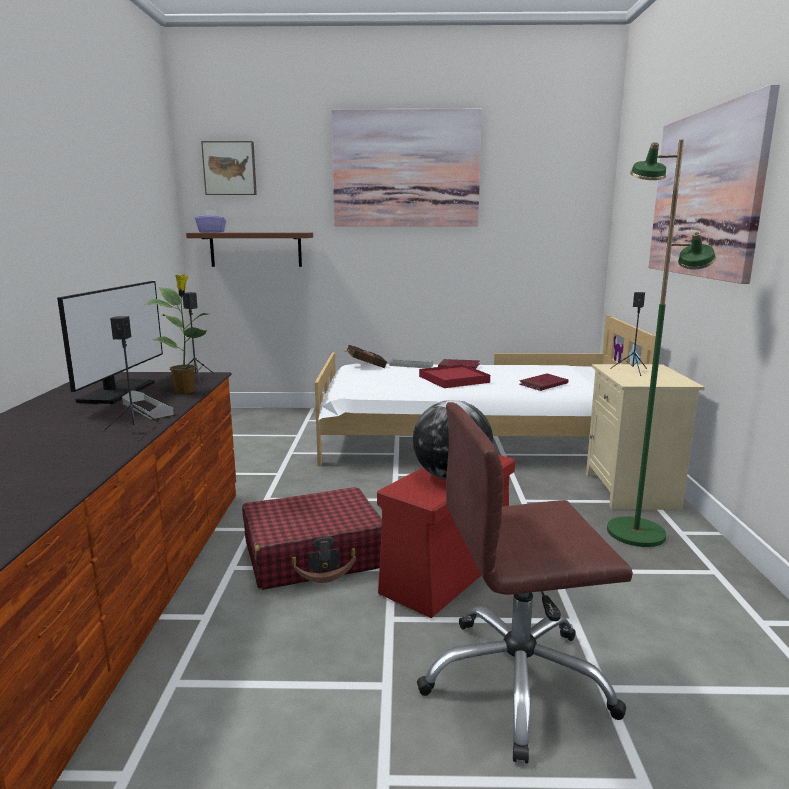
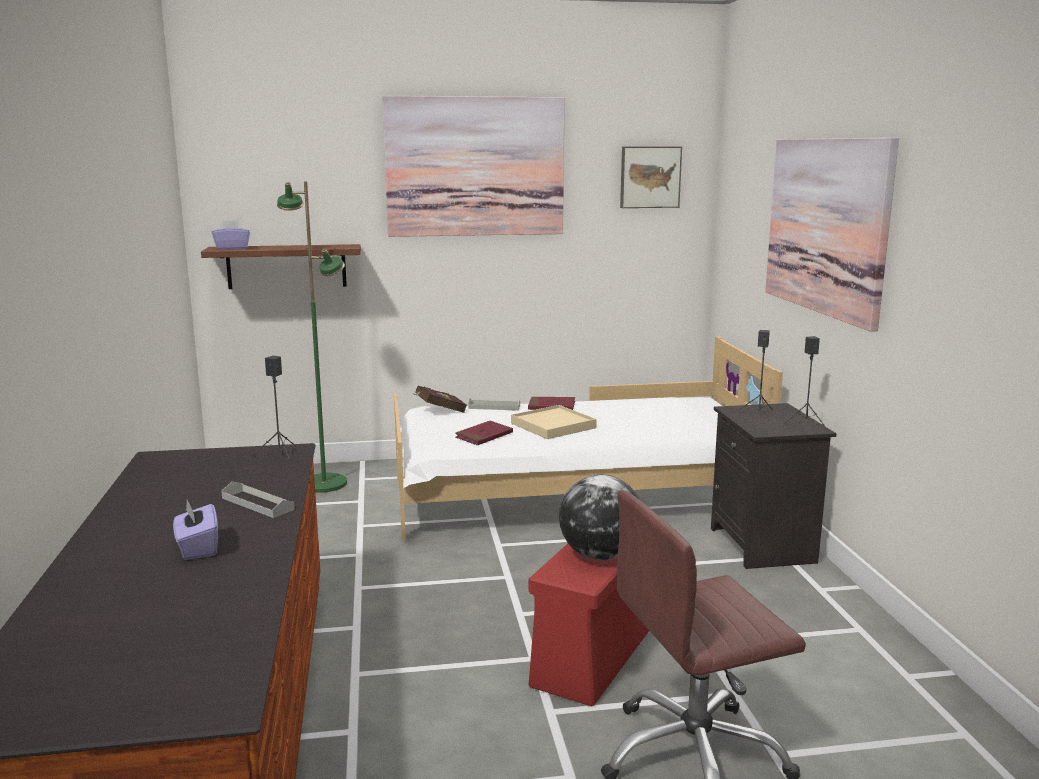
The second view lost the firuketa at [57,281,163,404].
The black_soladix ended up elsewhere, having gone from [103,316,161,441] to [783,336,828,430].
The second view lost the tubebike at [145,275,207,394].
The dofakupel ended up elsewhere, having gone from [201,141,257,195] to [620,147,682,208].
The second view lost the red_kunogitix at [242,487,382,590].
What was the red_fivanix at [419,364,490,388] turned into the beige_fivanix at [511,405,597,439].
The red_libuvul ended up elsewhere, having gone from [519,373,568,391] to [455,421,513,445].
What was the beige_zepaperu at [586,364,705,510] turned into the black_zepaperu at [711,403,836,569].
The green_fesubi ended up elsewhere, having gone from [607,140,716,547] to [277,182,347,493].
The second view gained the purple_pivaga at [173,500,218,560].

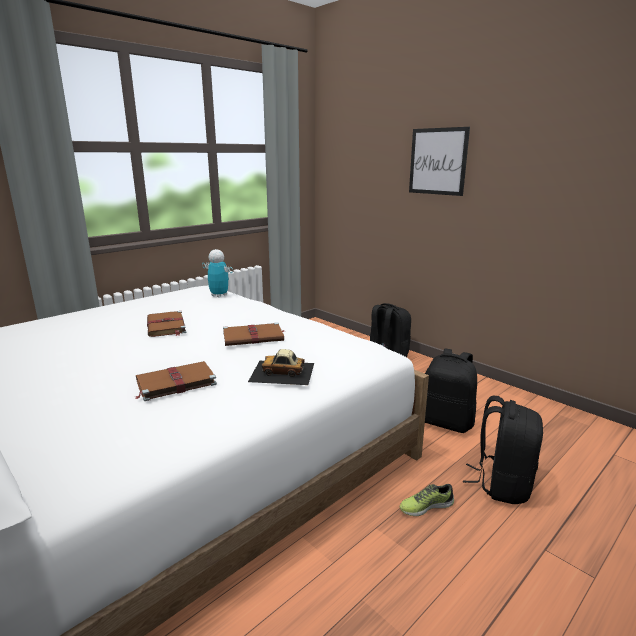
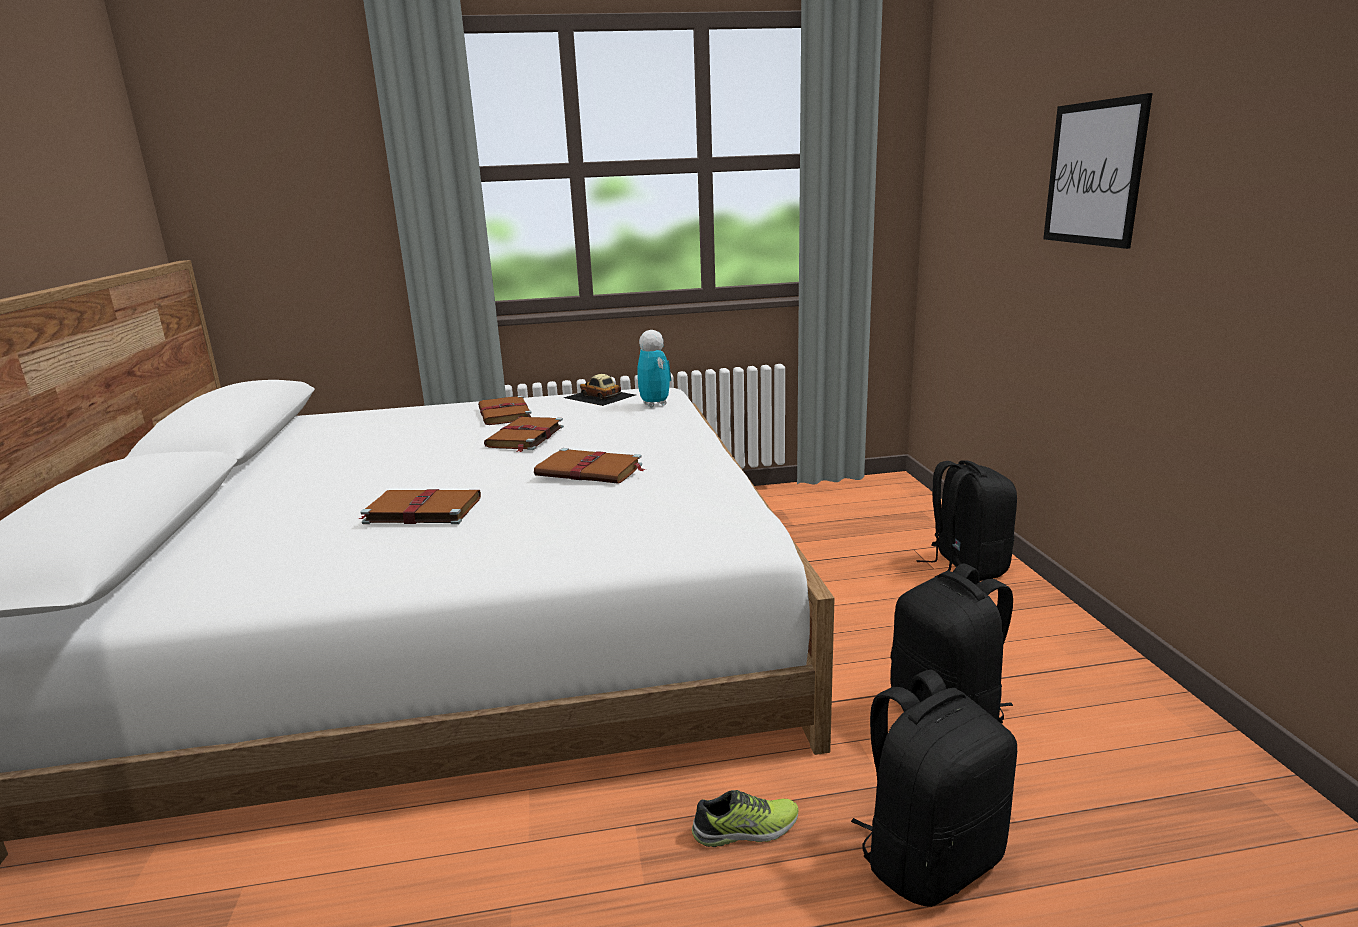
The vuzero ended up elsewhere, having gone from [248,349,314,385] to [564,374,636,406].
The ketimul at [400,484,454,516] ended up facing another way, 150 degrees clockwise from before.
The second view gained the brown_libuvul at [478,395,532,425].

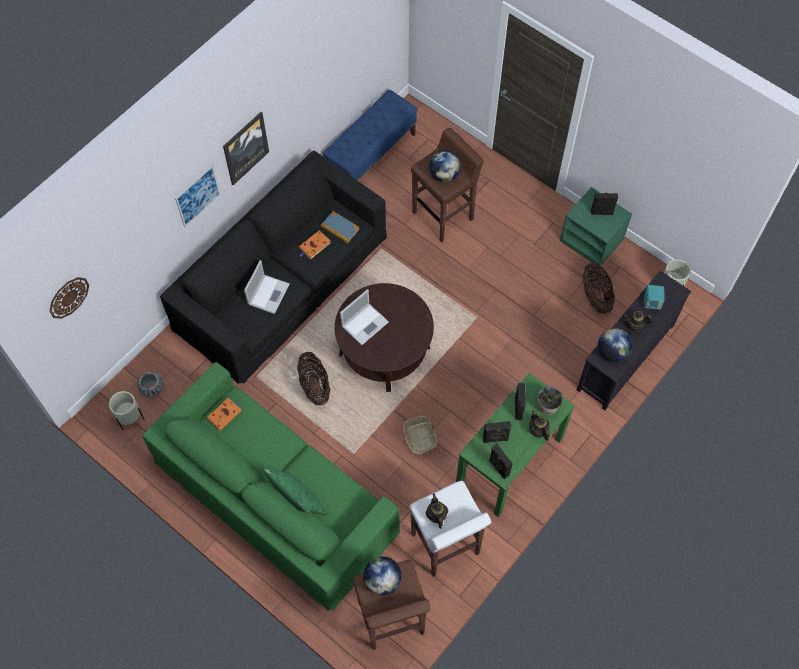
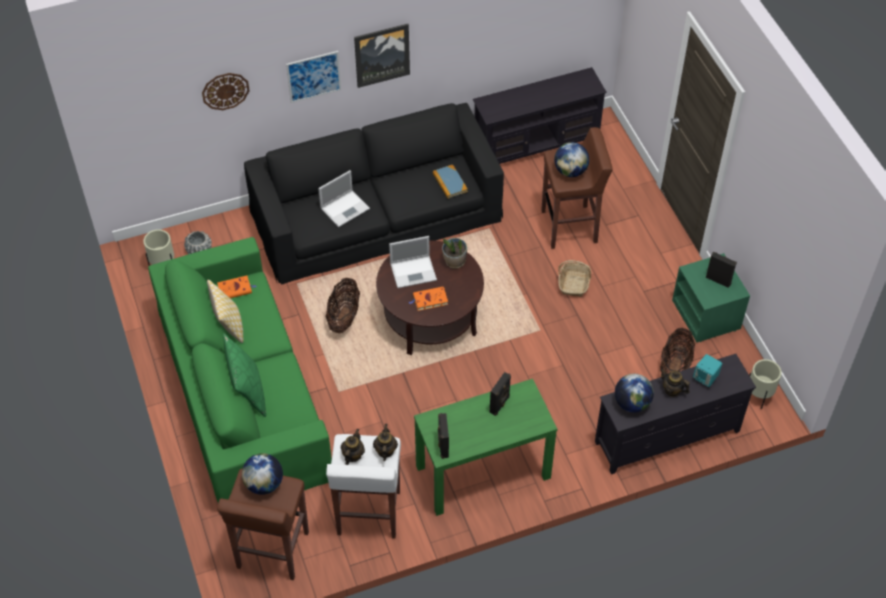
The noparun ended up elsewhere, having gone from [49,277,89,319] to [202,73,250,110].
The orange_libuvul ended up elsewhere, having gone from [299,231,330,259] to [409,287,448,311].
Where the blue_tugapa stood at [323,90,417,181], the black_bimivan came to stand at [473,67,607,164].
The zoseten ended up elsewhere, having gone from [403,416,437,454] to [558,260,591,297].
The second view lost the black_soladix at [483,421,512,443].
The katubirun ended up elsewhere, having gone from [529,410,550,441] to [373,424,398,461].
The tubebike ended up elsewhere, having gone from [537,387,564,415] to [442,238,467,268].
The second view gained the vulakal at [207,280,244,343].

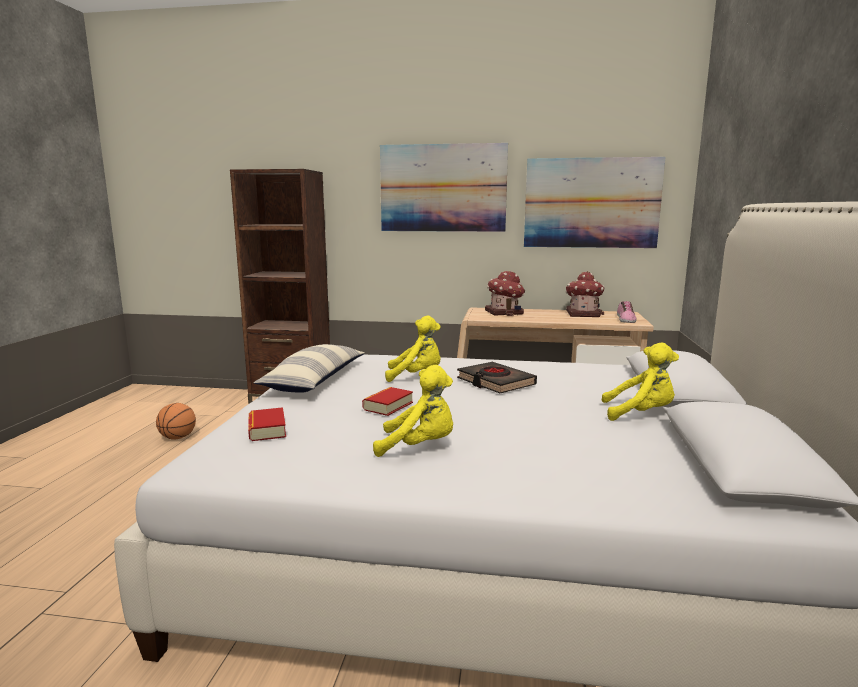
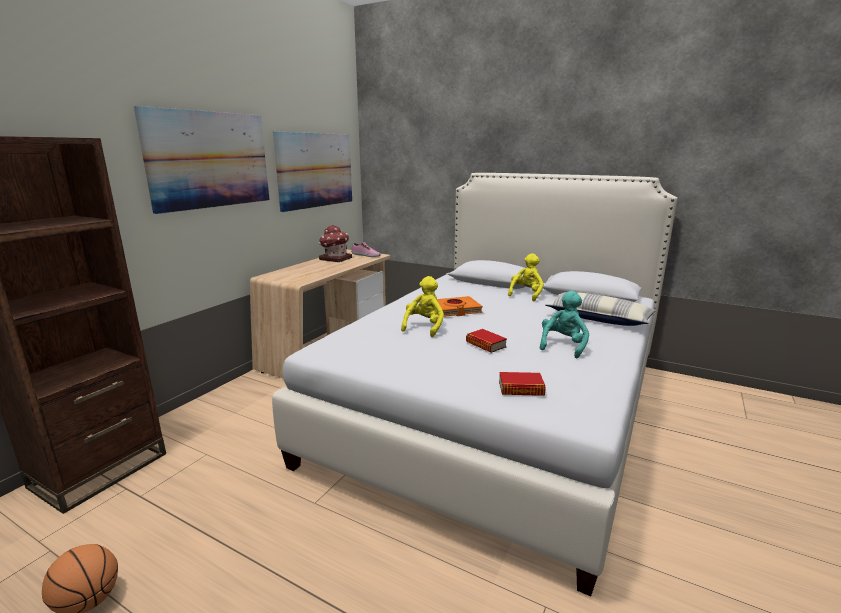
The vulakal ended up elsewhere, having gone from [254,344,365,393] to [545,292,656,326].
What was the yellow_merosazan at [373,365,453,457] turned into the turquoise_merosazan at [540,291,589,358].
What was the black_libuvul at [457,362,537,393] turned into the orange_libuvul at [437,296,483,317].
The second view lost the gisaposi at [485,271,525,316].

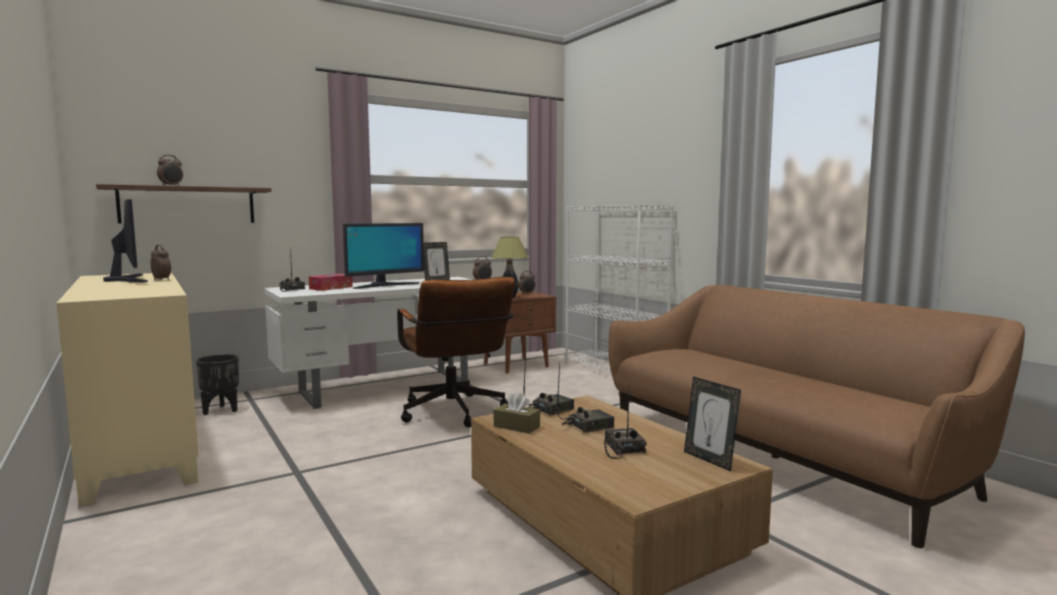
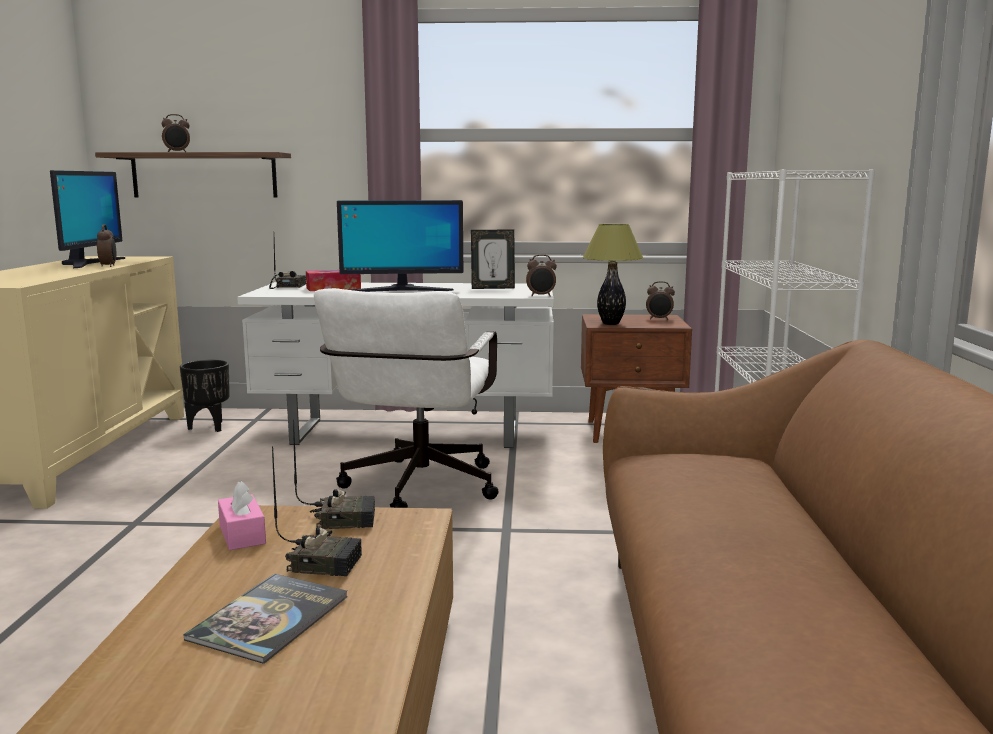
What was the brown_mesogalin at [397,276,515,427] turned into the white_mesogalin at [314,288,499,508].
What was the brown_pivaga at [494,392,540,434] turned into the pink_pivaga at [218,481,266,550].
Where the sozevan stood at [604,385,647,459], the libuvul came to stand at [183,574,348,664].
The second view lost the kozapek at [684,377,741,471].

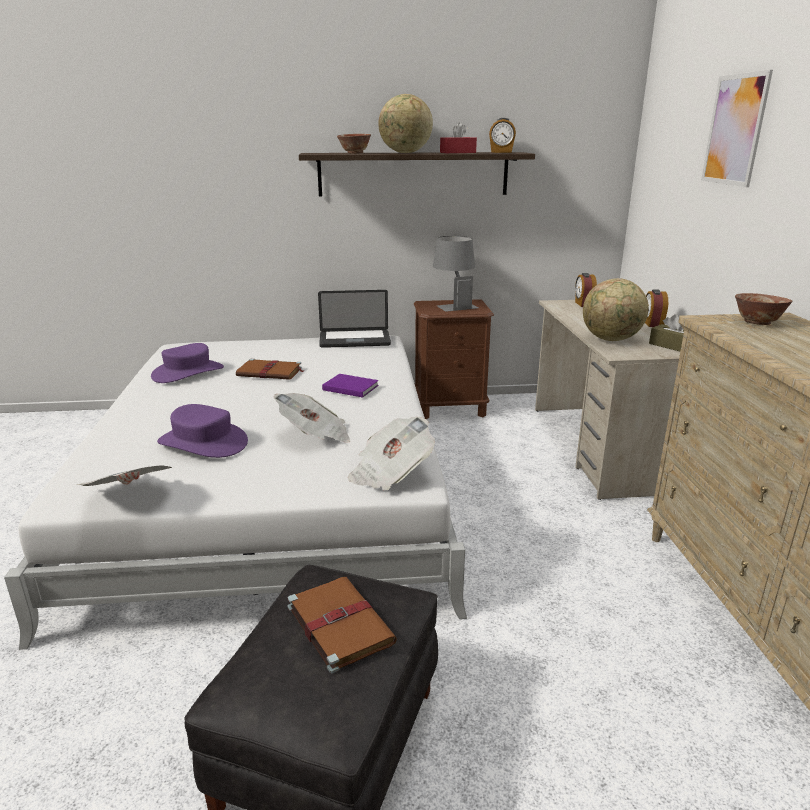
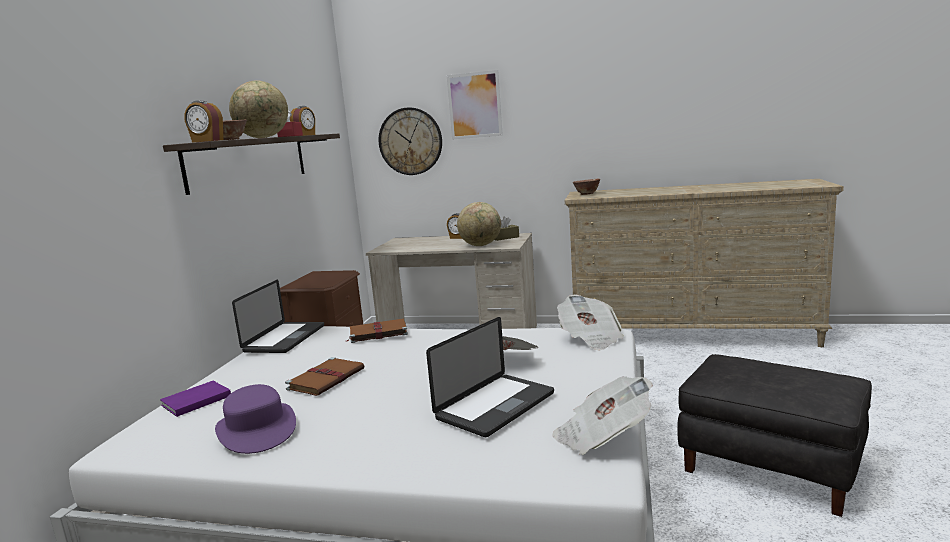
Where the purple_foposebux stood at [157,404,248,458], the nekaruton came to stand at [426,317,554,437].
The brown_libuvul ended up elsewhere, having gone from [288,577,397,673] to [345,319,408,343].
The purple_libuvul ended up elsewhere, having gone from [322,374,379,397] to [160,381,231,417].
The second view lost the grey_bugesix at [433,236,478,312].
The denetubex ended up elsewhere, having gone from [575,273,597,307] to [184,101,223,142].
The second view gained the noparun at [379,108,442,175].

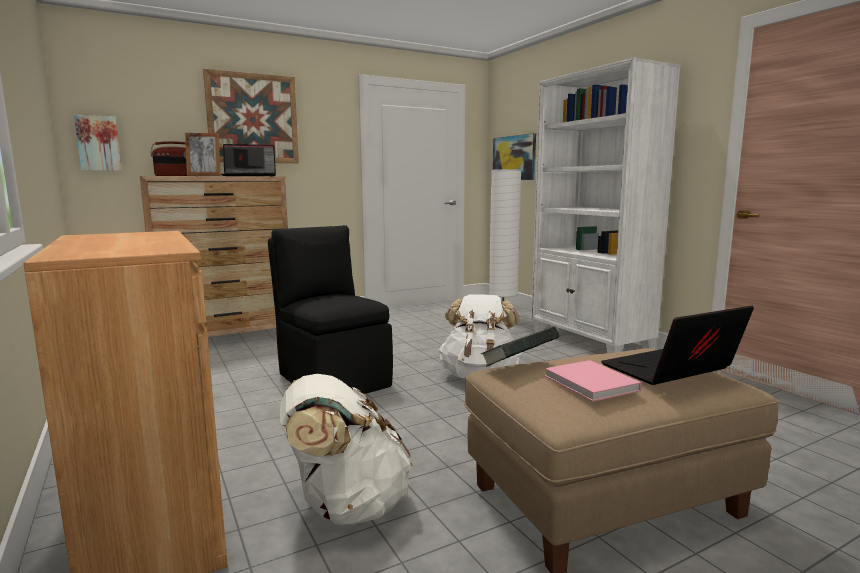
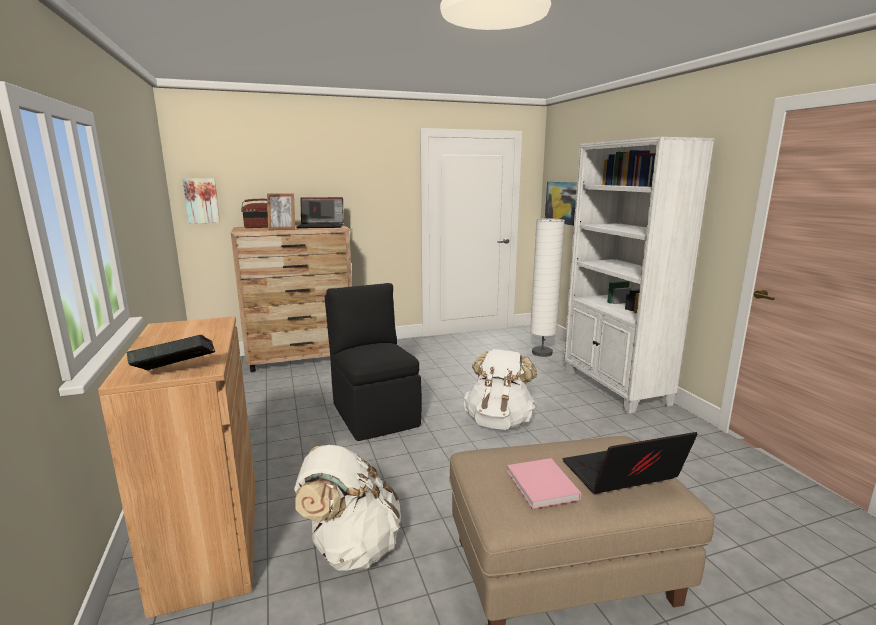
The second view lost the dofakupel at [203,69,299,163].
The libuvul ended up elsewhere, having gone from [481,326,560,367] to [126,335,215,371].

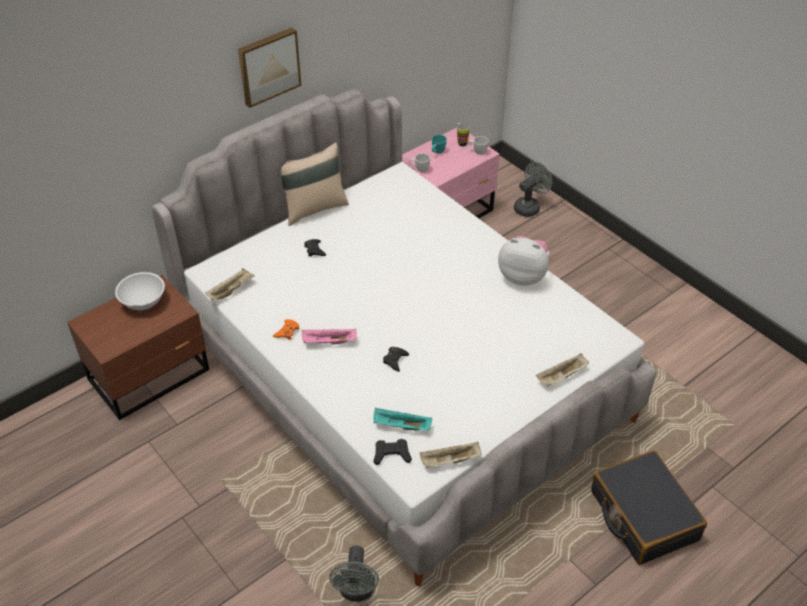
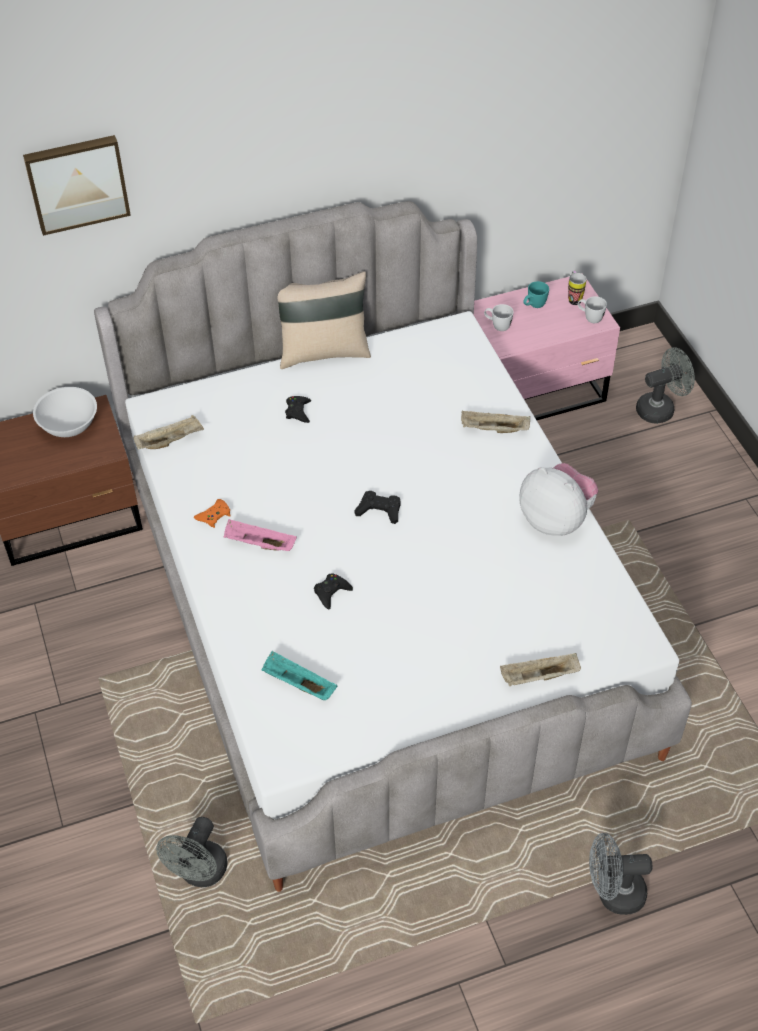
The dofakupel ended up elsewhere, having gone from [238,28,301,108] to [23,135,131,236].
The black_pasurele ended up elsewhere, having gone from [374,439,412,465] to [354,491,400,524].
The beige_fivanix ended up elsewhere, having gone from [419,442,482,468] to [461,411,530,433].
Where the black_kunogitix stood at [591,450,707,565], the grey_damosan came to stand at [589,833,652,915].

